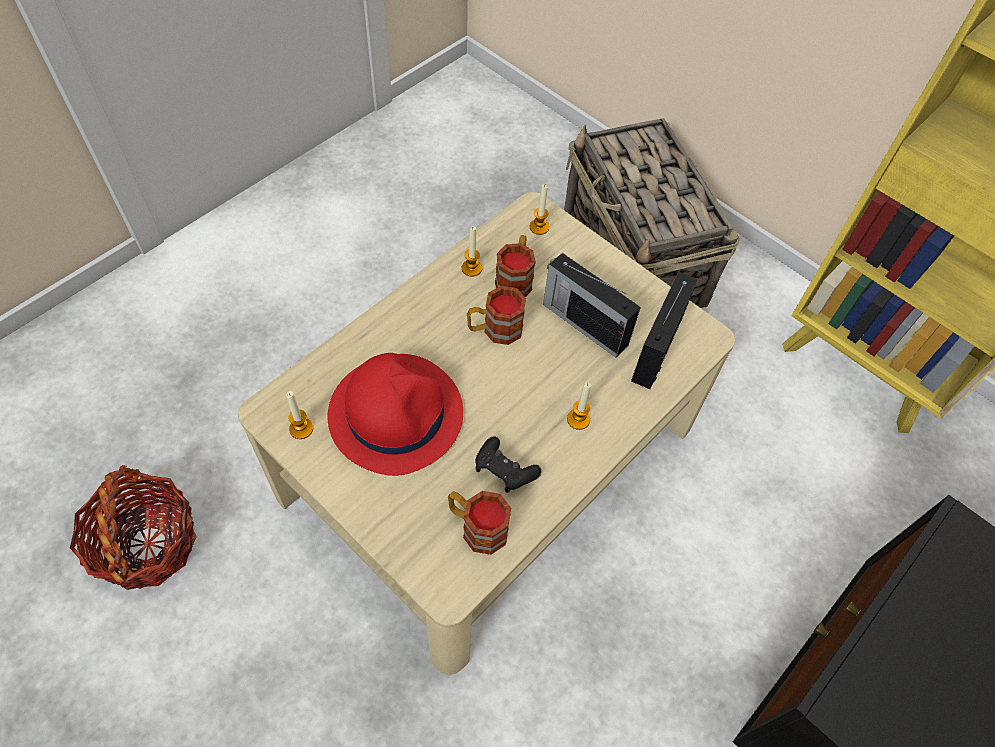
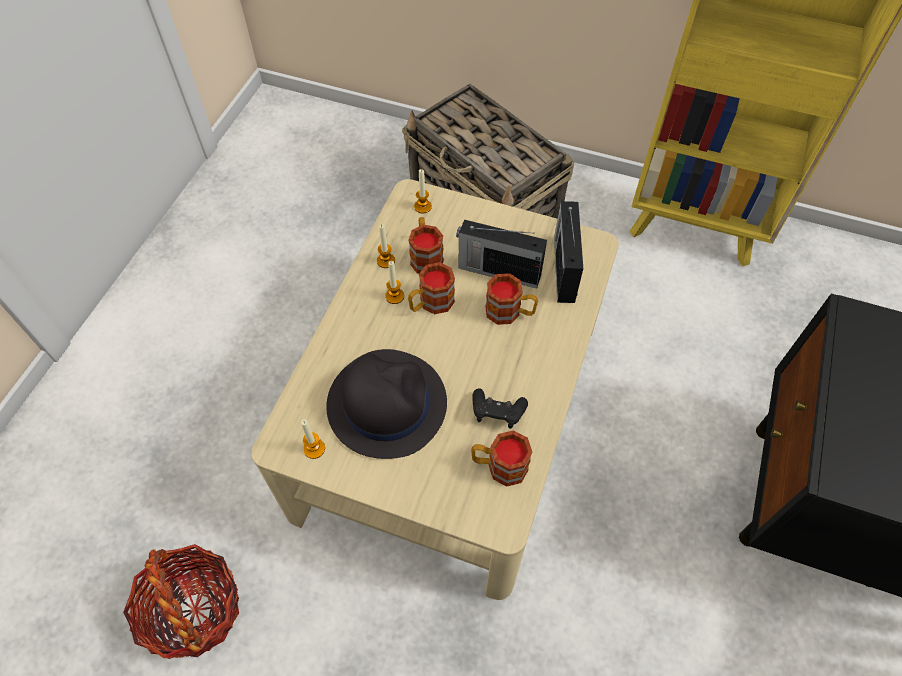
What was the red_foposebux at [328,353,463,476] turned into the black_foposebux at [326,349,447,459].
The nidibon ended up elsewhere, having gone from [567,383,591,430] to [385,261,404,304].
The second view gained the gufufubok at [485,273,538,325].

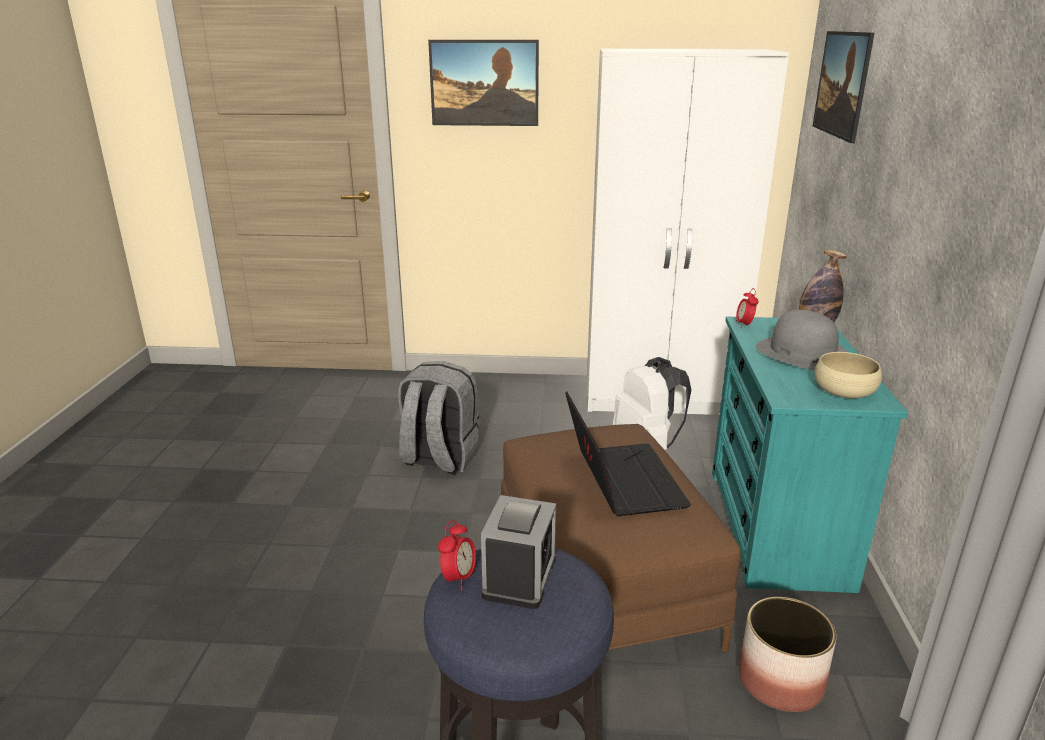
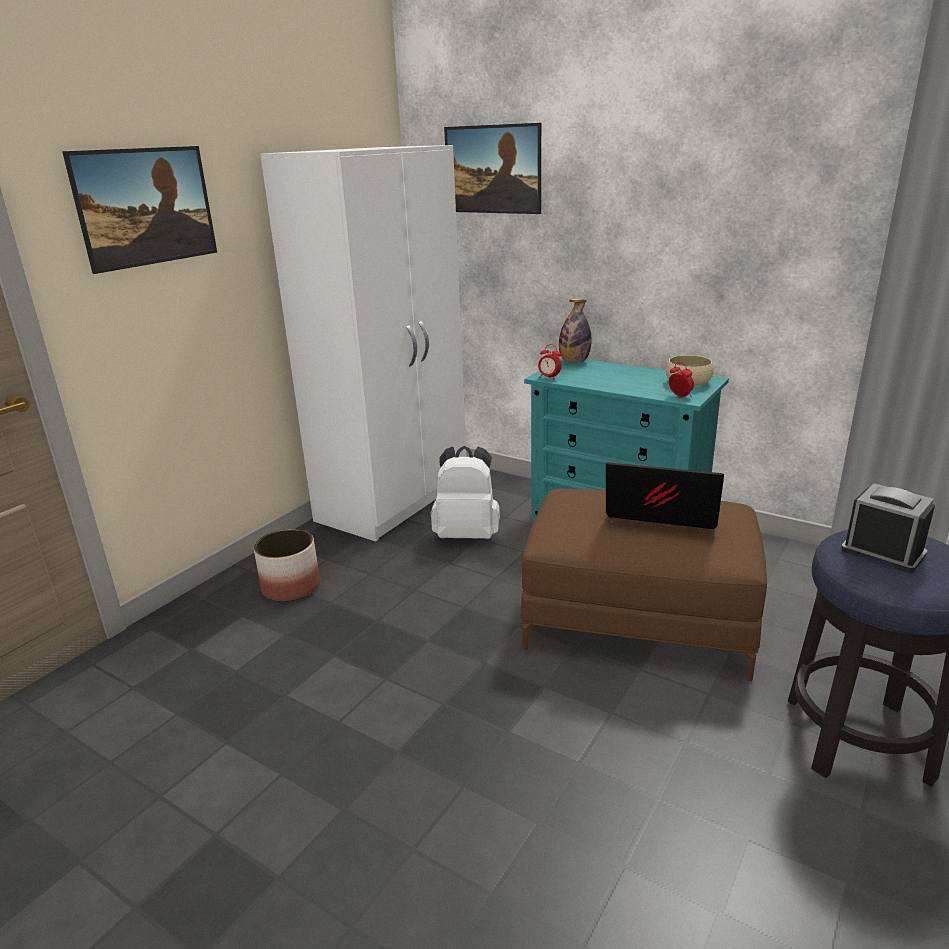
The second view lost the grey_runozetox at [398,361,479,475].
The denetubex ended up elsewhere, having gone from [438,520,476,590] to [669,363,694,398].
The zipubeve ended up elsewhere, having gone from [739,597,836,712] to [254,529,320,602].
The second view lost the grey_foposebux at [756,310,847,370].

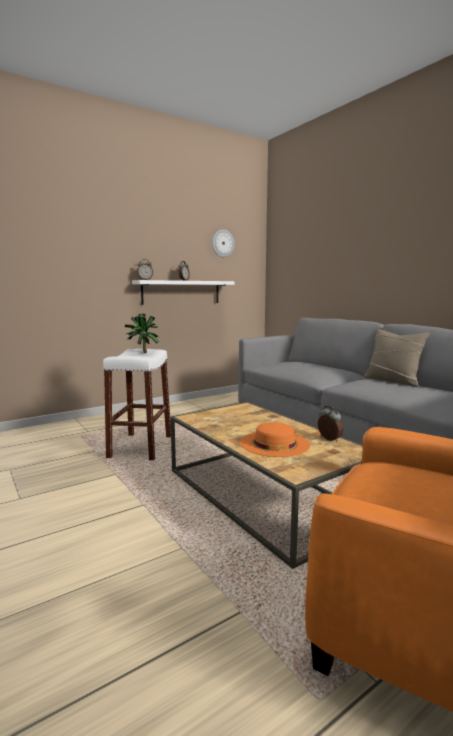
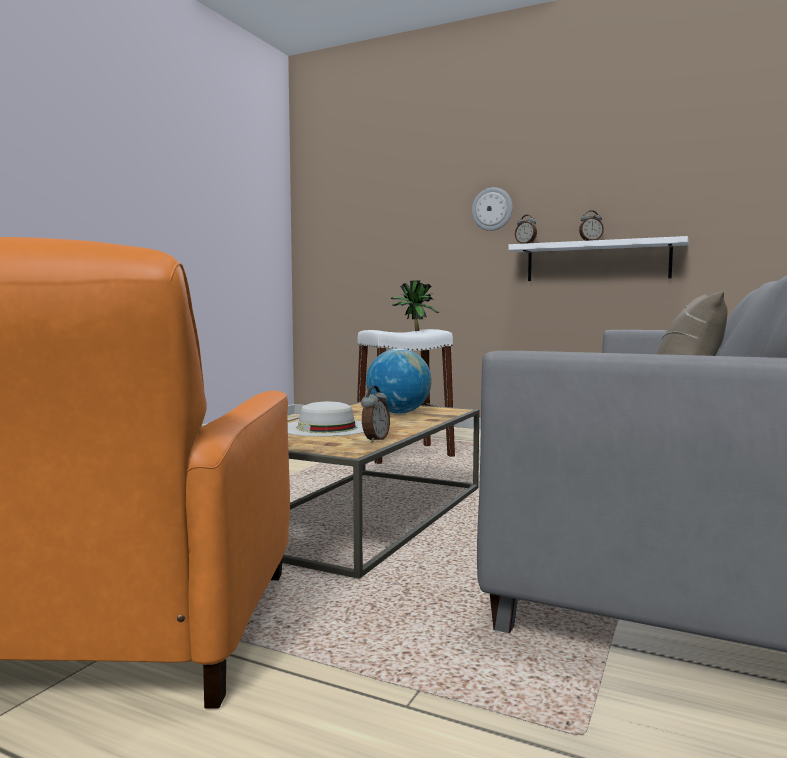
The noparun ended up elsewhere, having gone from [212,229,235,257] to [472,187,513,231].
What was the orange_foposebux at [240,422,310,457] turned into the white_foposebux at [288,401,364,437].
The second view gained the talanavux at [366,348,432,414].

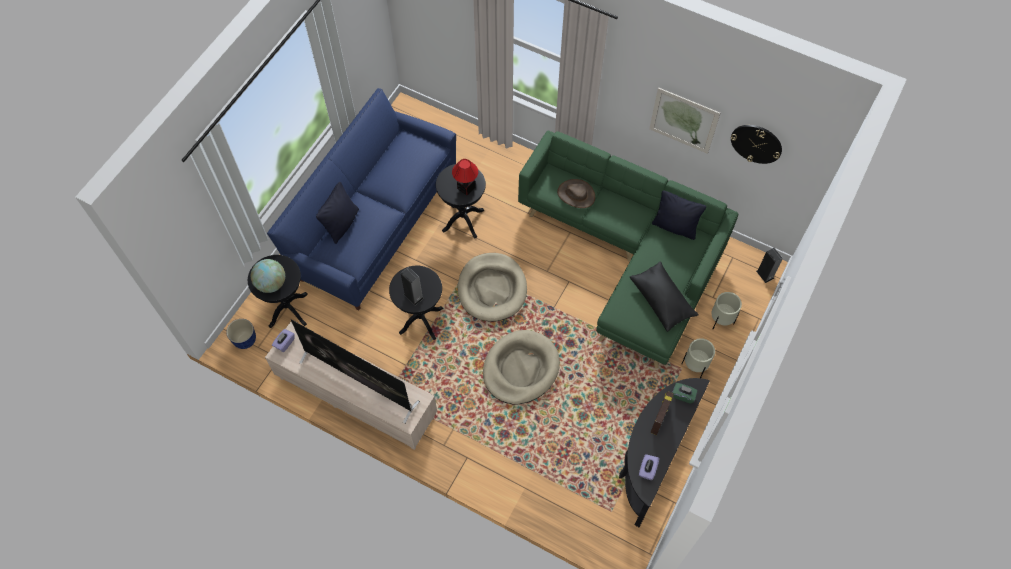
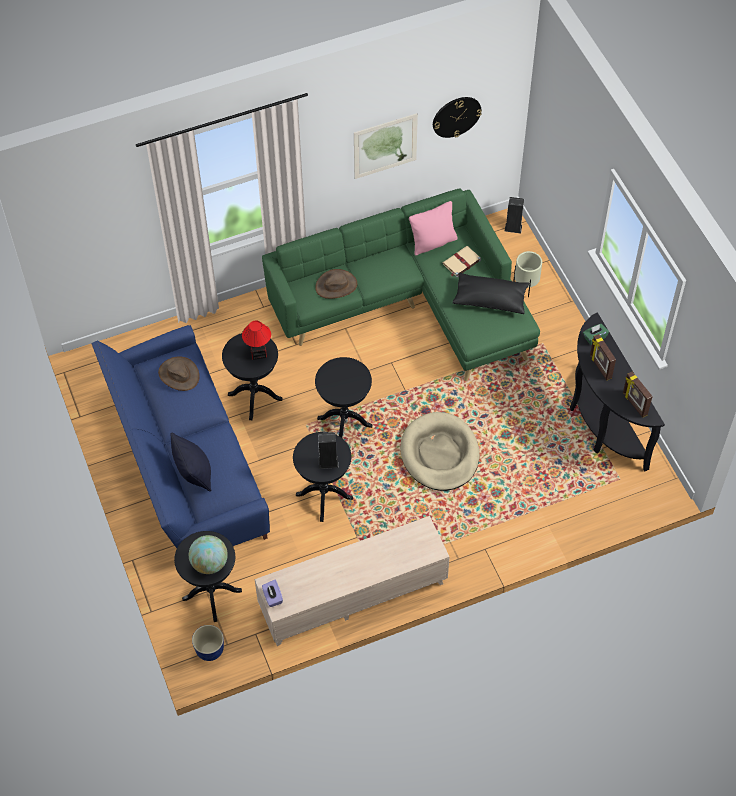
The second view lost the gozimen at [291,319,420,423].
Where the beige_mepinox stood at [458,253,527,322], the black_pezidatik came to stand at [315,357,372,438].
Where the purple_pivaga stood at [639,454,660,480], the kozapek came to stand at [623,372,653,418].
What was the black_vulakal at [652,190,706,240] turned into the pink_vulakal at [409,201,458,255].
The second view lost the beige_zipubeve at [682,338,715,378].
The second view gained the brown_foposebux at [158,357,200,391].
The second view gained the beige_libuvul at [443,246,481,277].

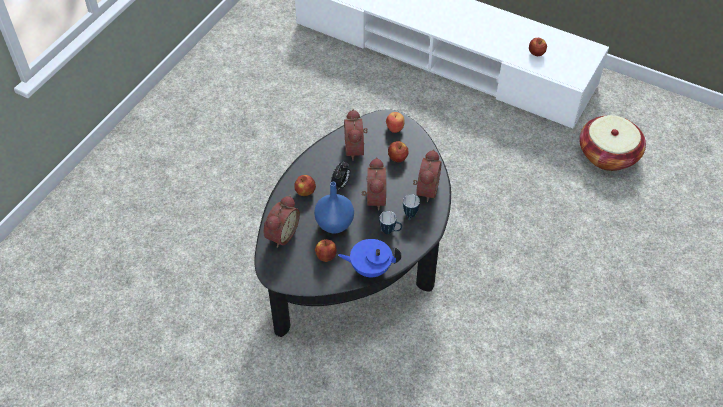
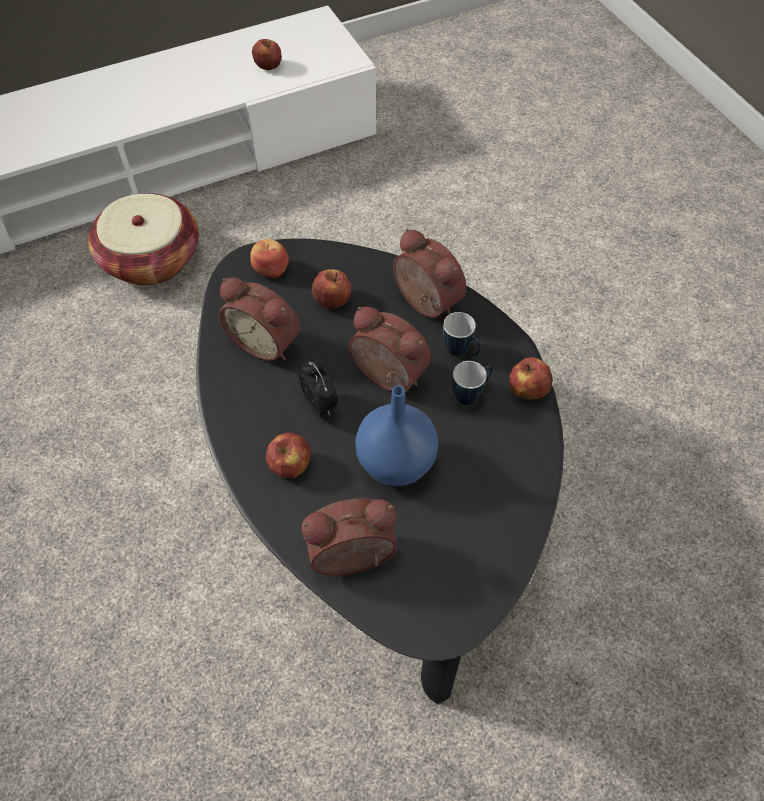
The denetubex at [264,195,300,248] ended up facing another way, 75 degrees counterclockwise from before.
The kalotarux ended up elsewhere, having gone from [315,239,337,262] to [509,357,553,400].
The second view lost the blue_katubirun at [338,239,401,277].
The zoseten ended up elsewhere, having gone from [579,115,646,171] to [88,193,199,285].

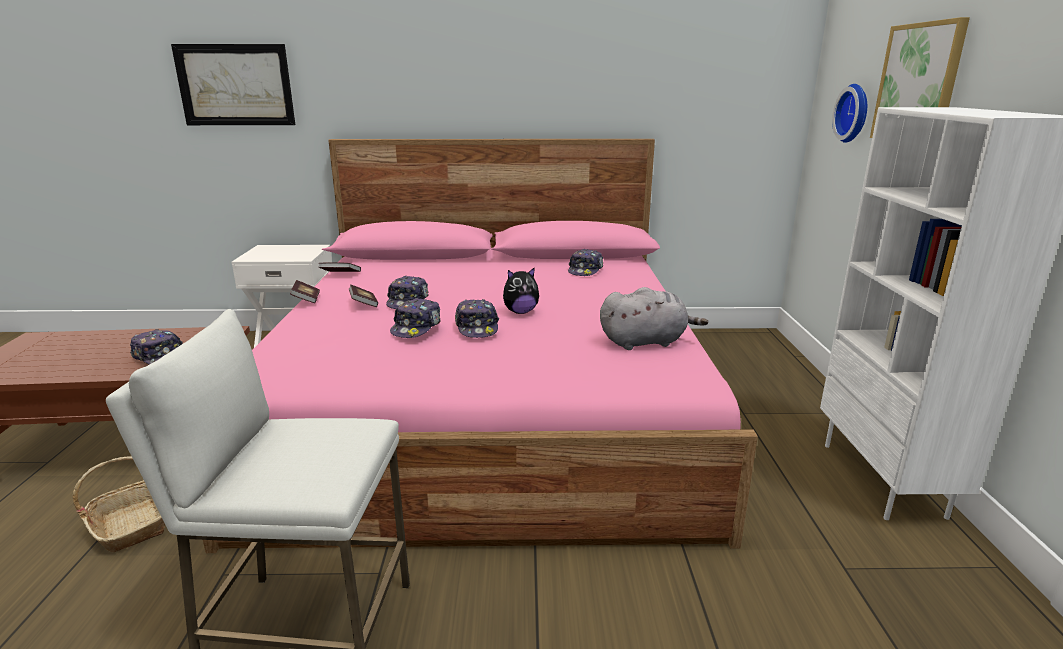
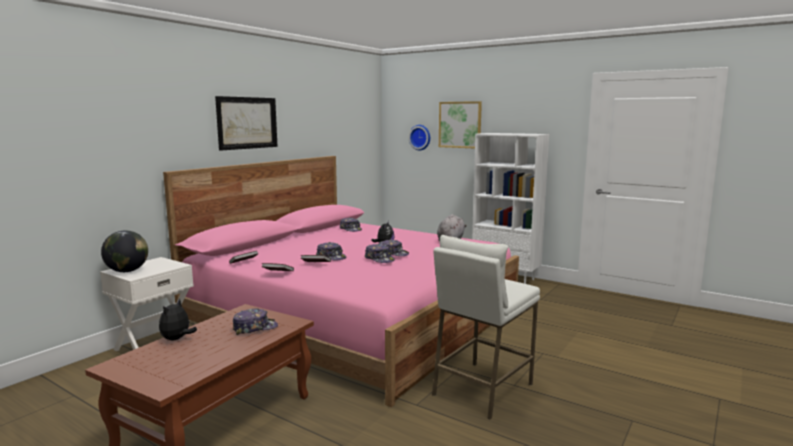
The second view lost the zoseten at [73,456,165,553].
The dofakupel ended up elsewhere, having gone from [171,44,295,125] to [215,96,278,151].
The second view gained the talanavux at [101,230,148,272].
The second view gained the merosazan at [159,298,197,340].

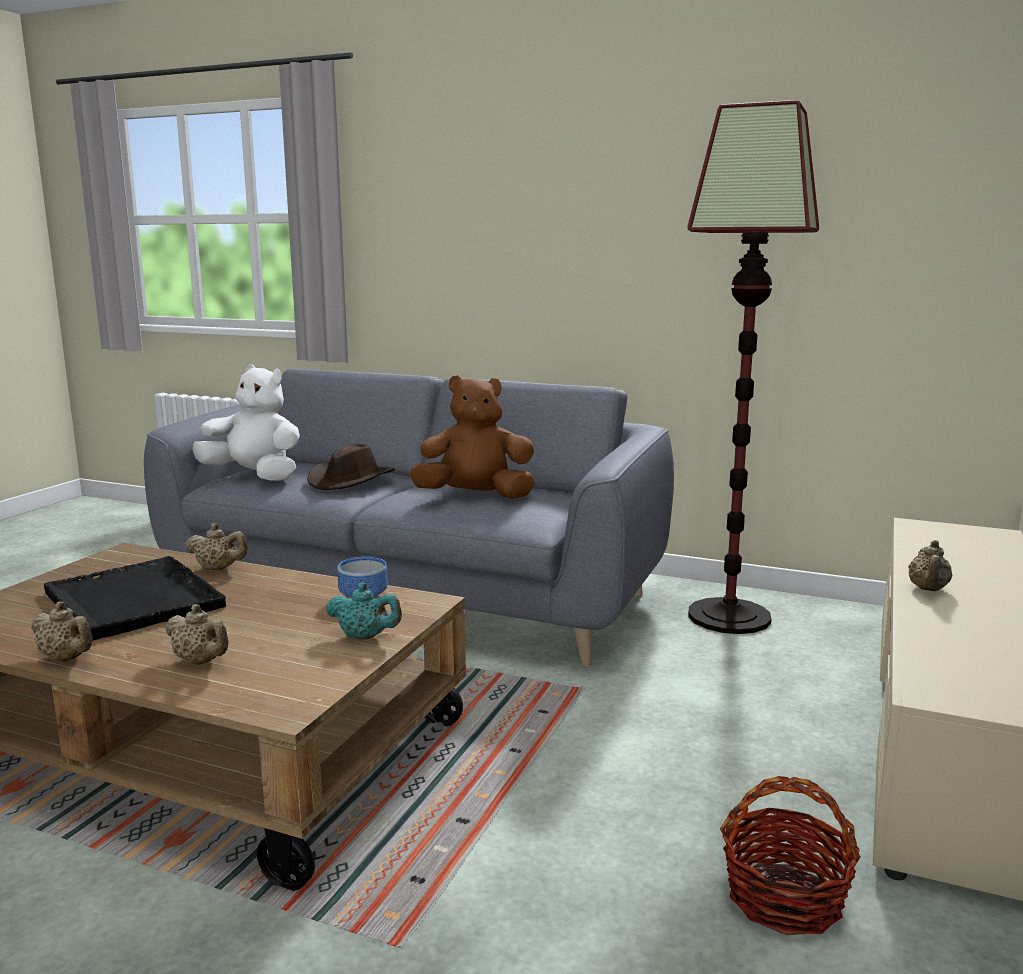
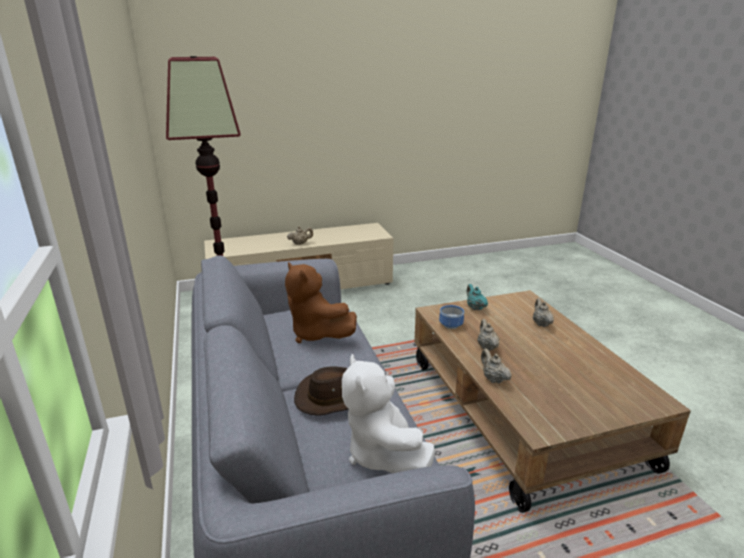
The beige_katubirun ended up elsewhere, having gone from [31,601,93,662] to [477,319,499,351].
The second view lost the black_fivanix at [44,556,226,641].
The second view lost the zoseten at [720,776,861,935].

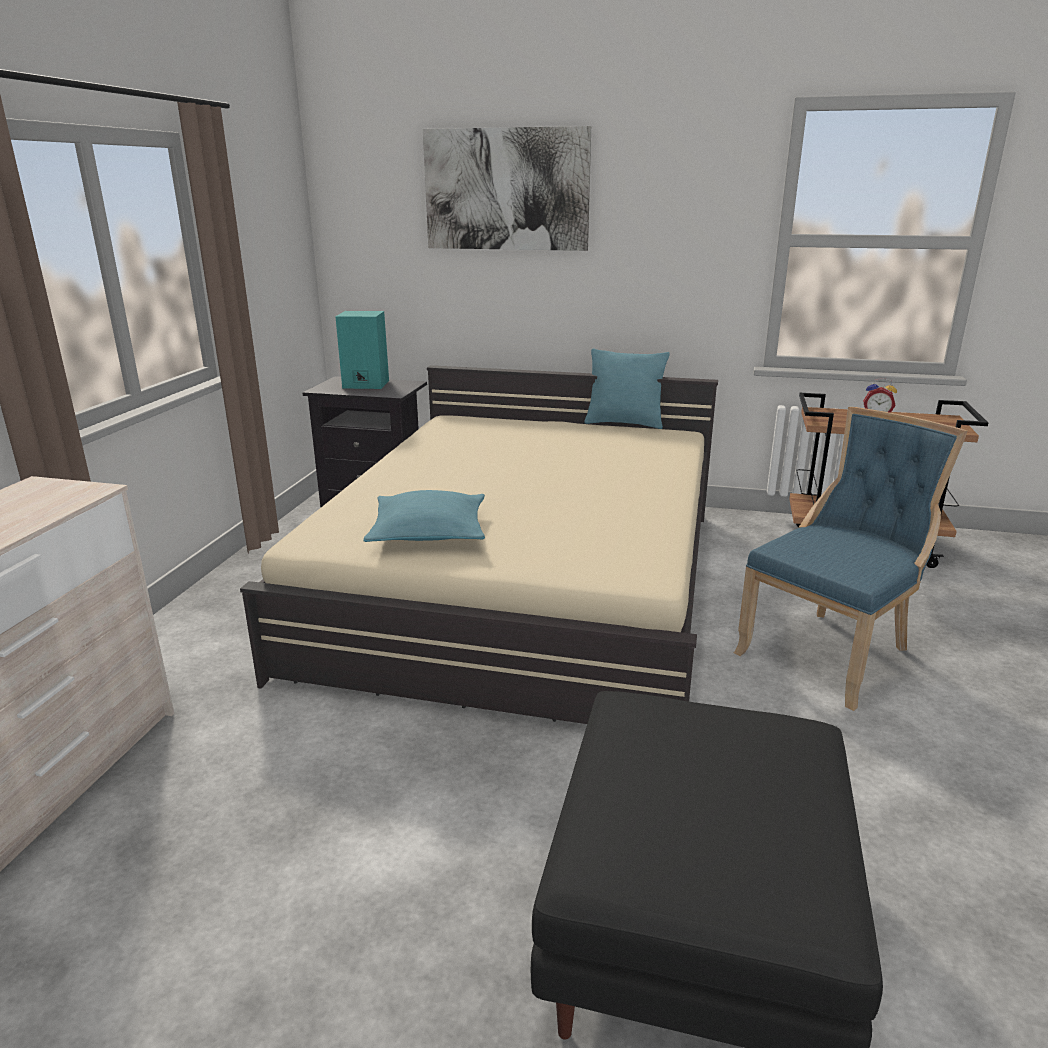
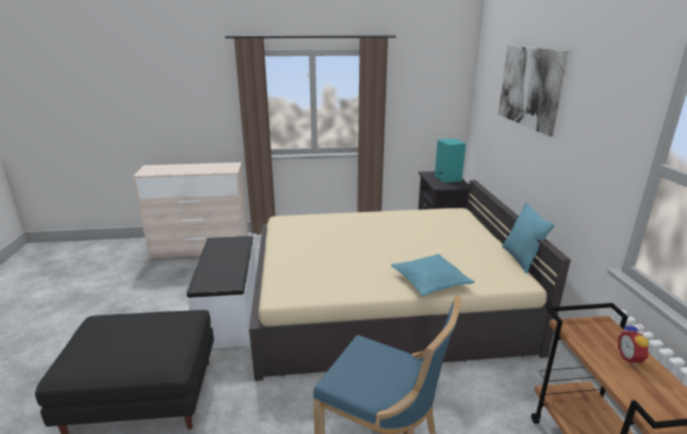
The turquoise_vulakal ended up elsewhere, having gone from [363,490,485,542] to [391,254,475,296].
The second view gained the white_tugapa at [187,236,256,349].

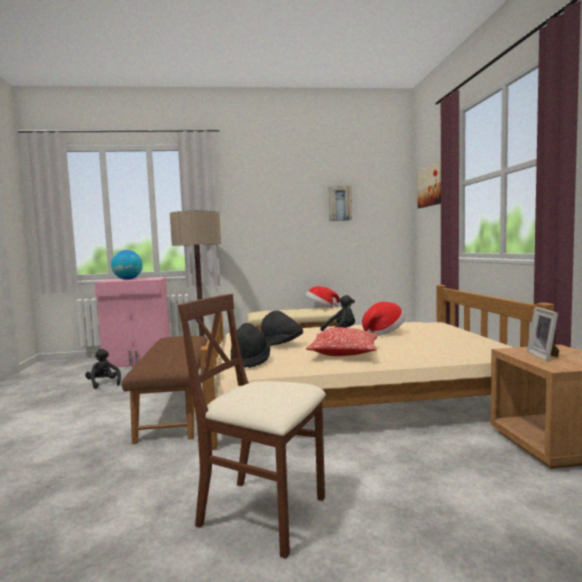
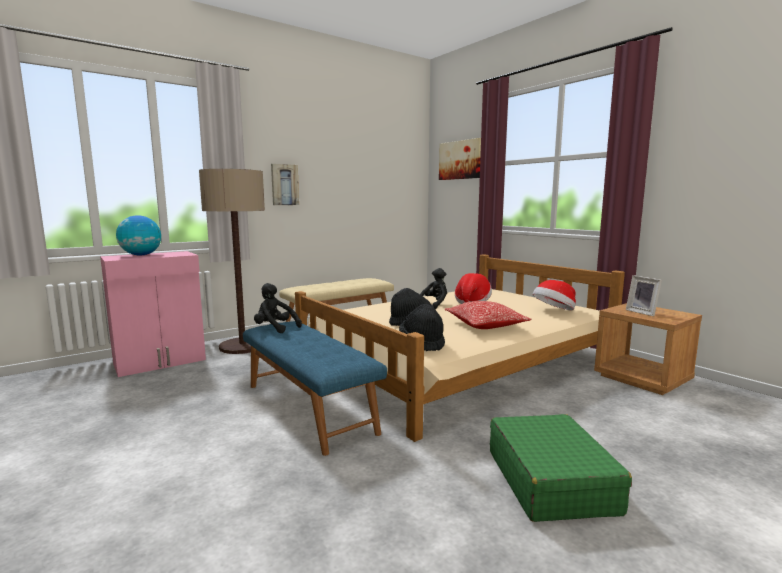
The black_merosazan ended up elsewhere, having gone from [85,349,121,389] to [254,283,302,333].
What was the brown_tugapa at [122,336,208,444] turned into the blue_tugapa at [243,321,387,456].
Where the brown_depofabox stood at [178,294,326,559], the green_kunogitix came to stand at [490,414,632,522].
The foposebux ended up elsewhere, having gone from [305,286,339,308] to [533,280,576,311].
The dofakupel ended up elsewhere, having gone from [328,186,352,221] to [271,164,299,205].

